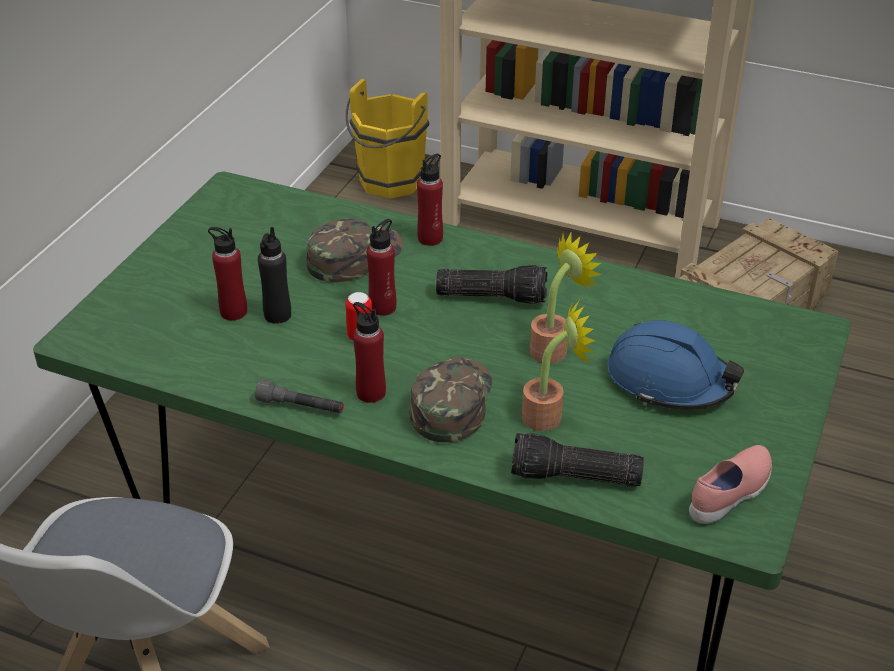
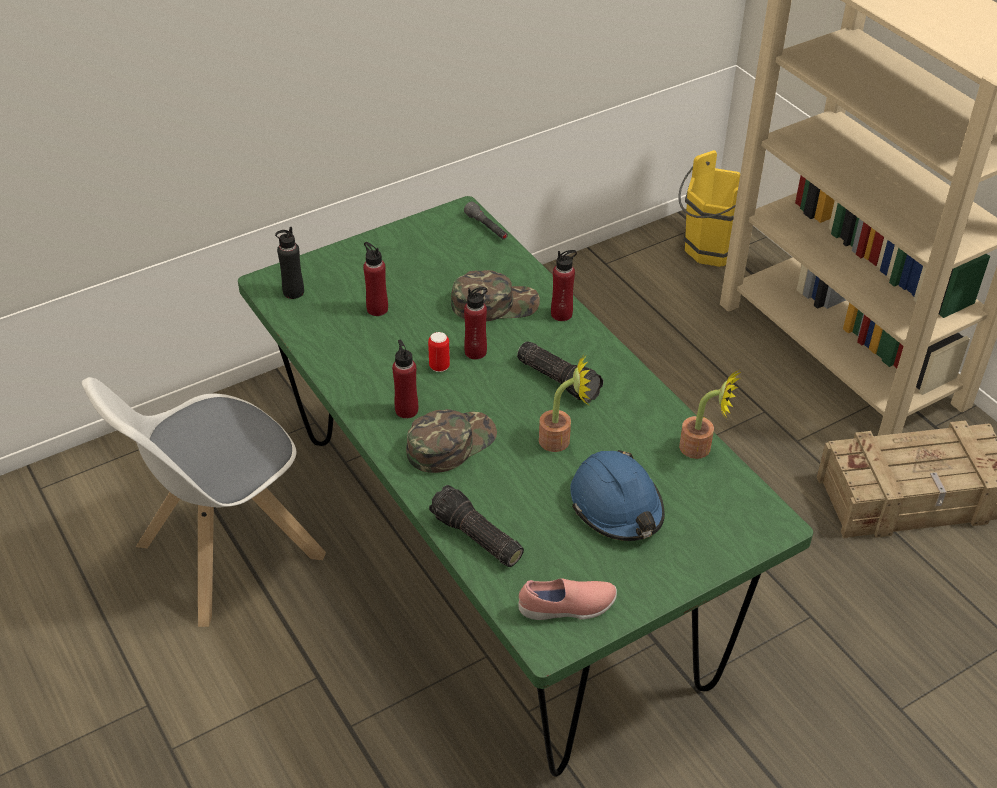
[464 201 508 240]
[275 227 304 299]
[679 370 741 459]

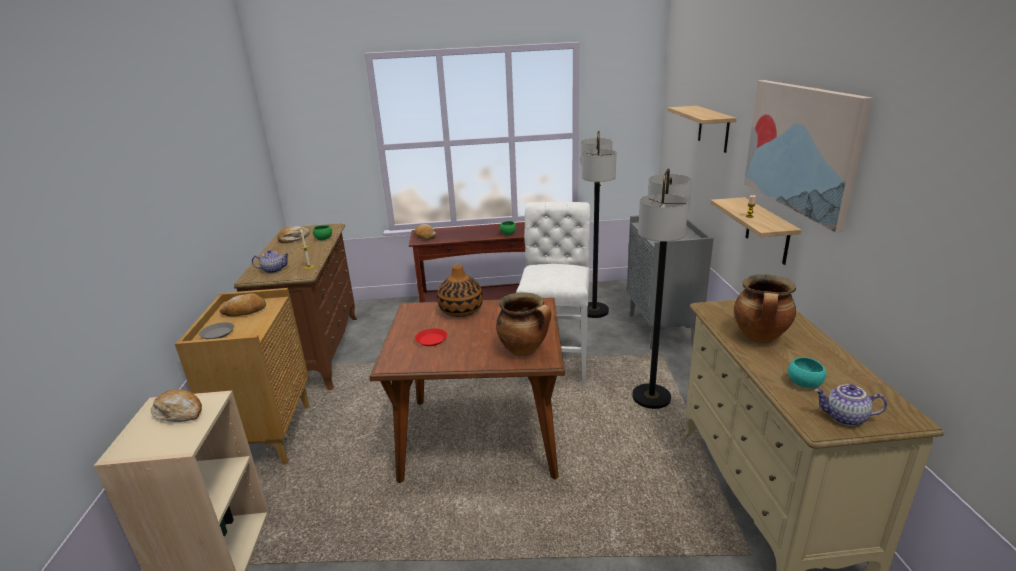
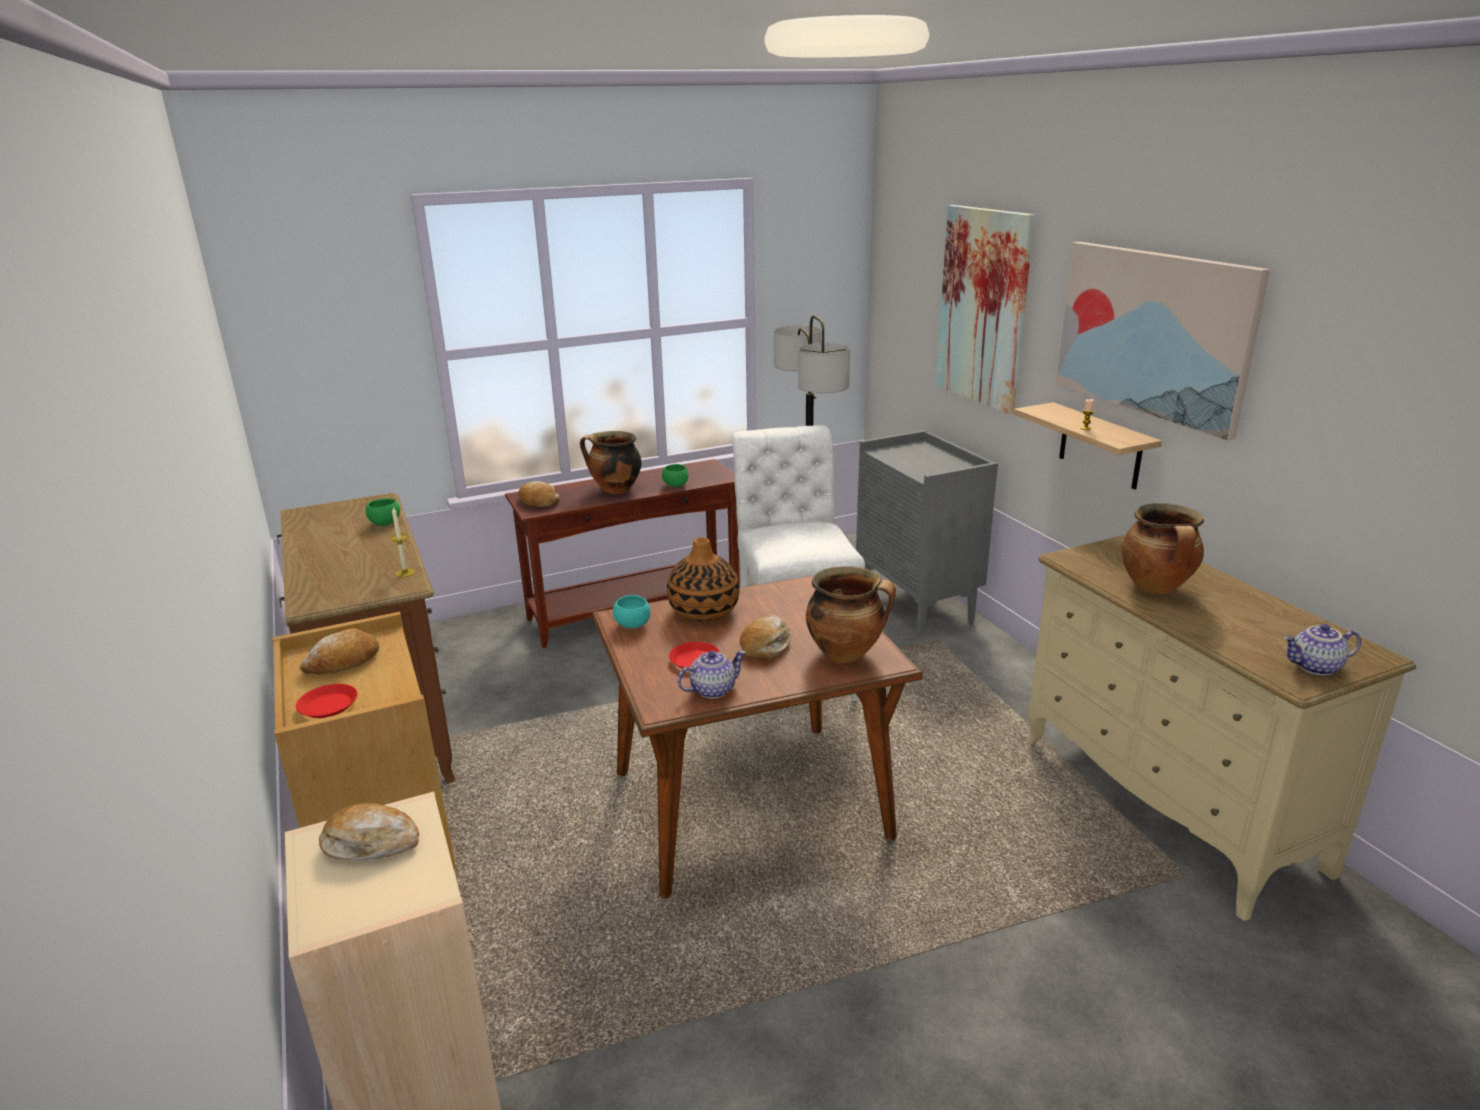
[296 684 358 718]
[677 650 746 698]
[740 615 791 660]
[632 168 692 409] (first image)
[936 205 1035 414]
[613 595 651 628]
[580 431 641 494]

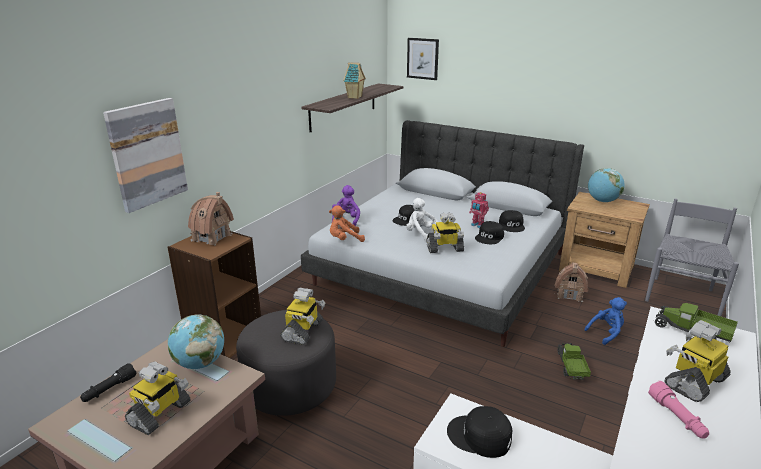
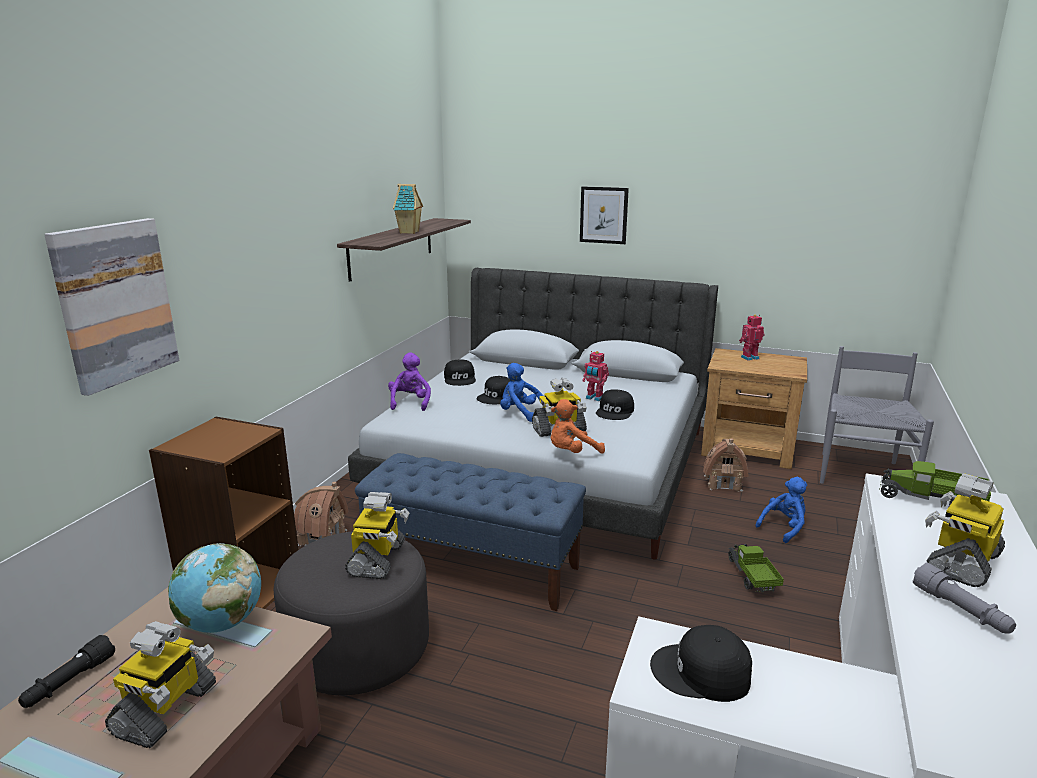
[294 482 349 546]
[550 399 605 454]
[500 363 543 422]
[580 186 629 244]
[444 360 476 386]
[739 315 764 361]
[913 563 1016 634]
[355 453 586 611]

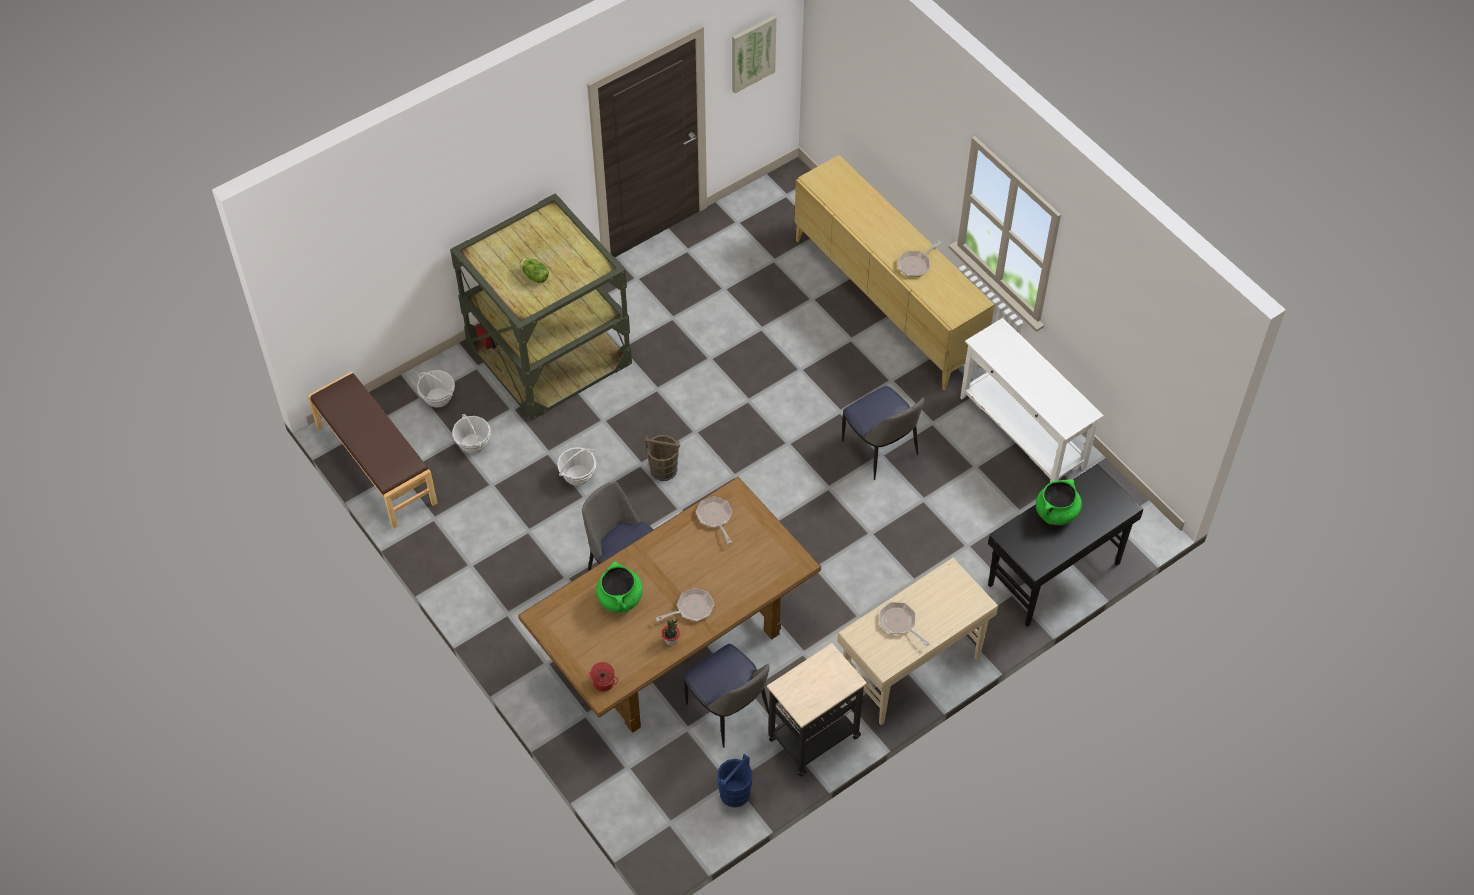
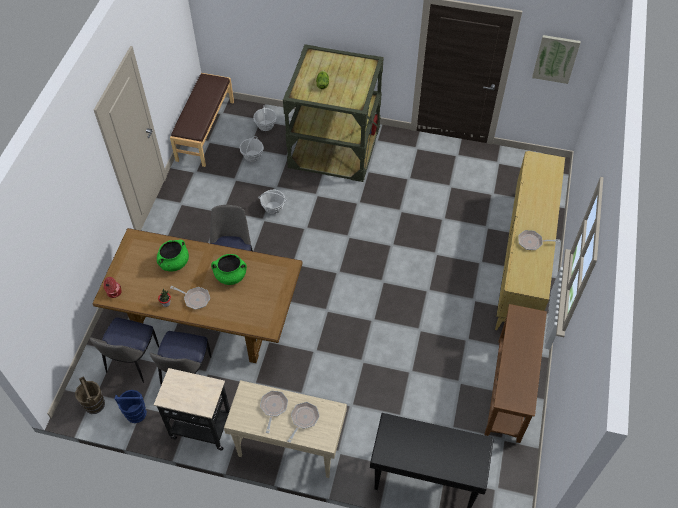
[75 376 105 414]
[288 402 320 443]
[90 317 159 383]
[484 304 547 443]
[211 254 247 285]

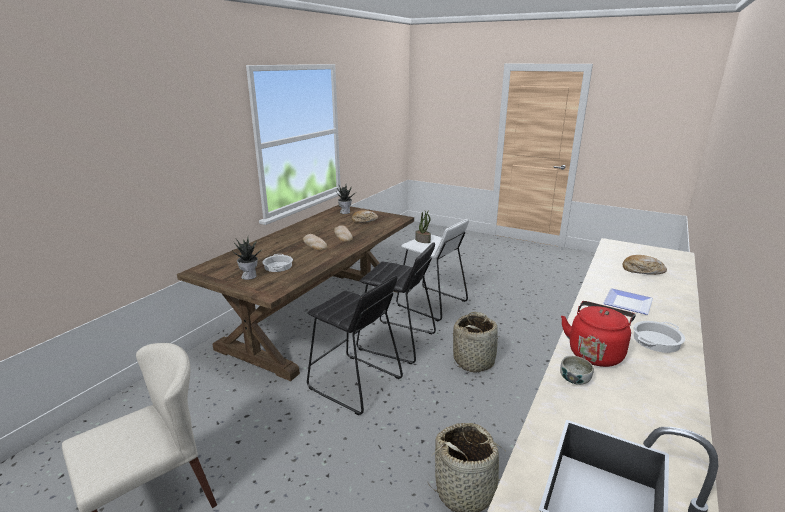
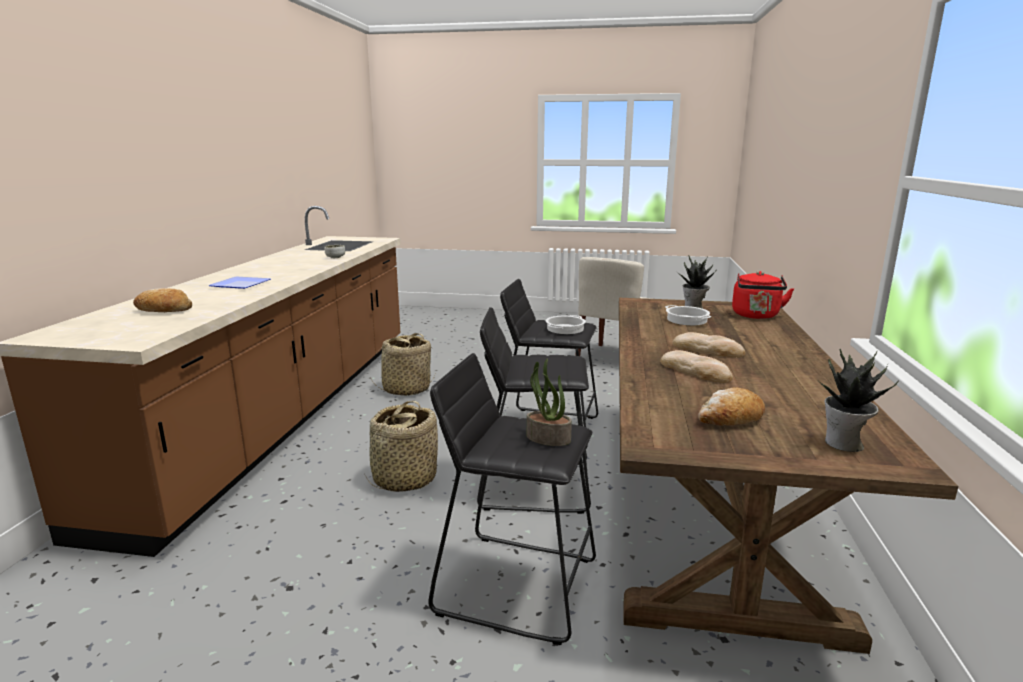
[428 353 596 645]
[732 271 794 319]
[546 315 586 334]

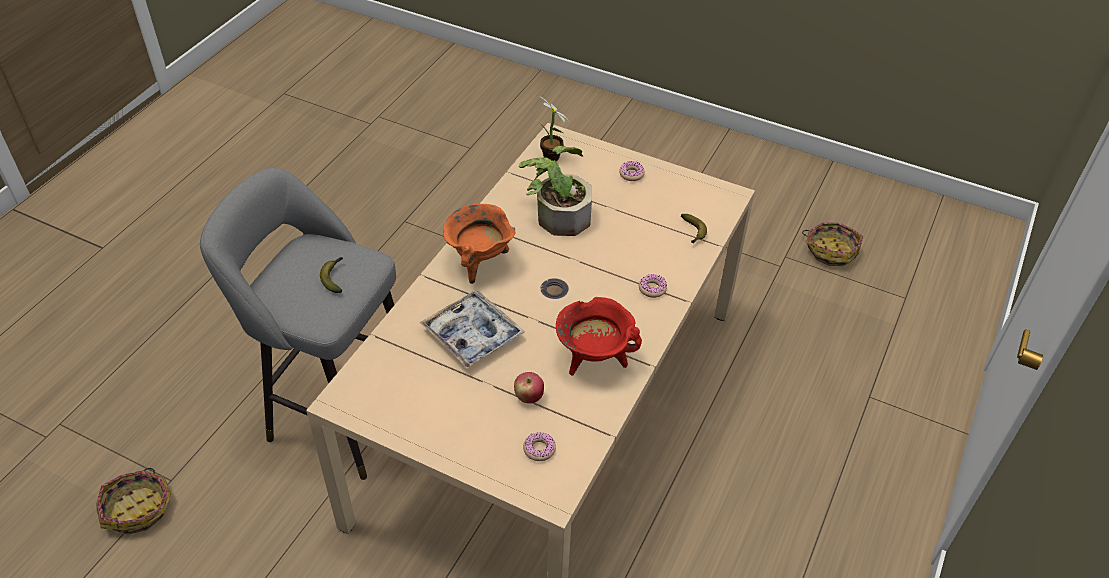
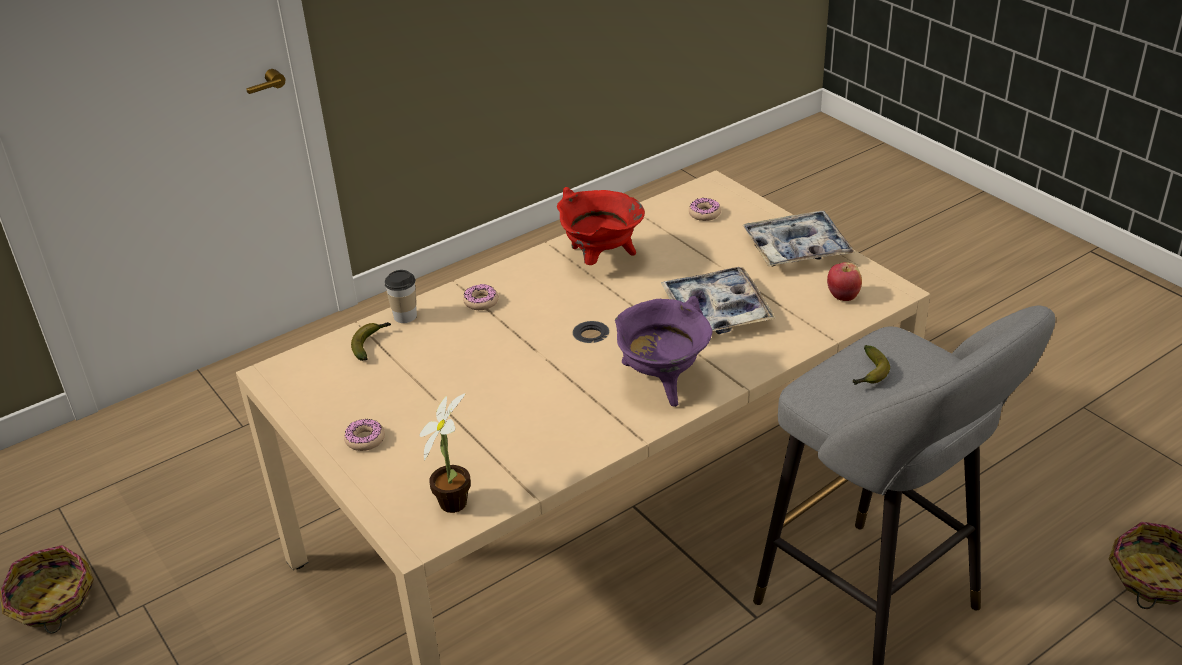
[615 296 713 407]
[827 262 862 301]
[519 146 592 236] (first image)
[385 270 417 323]
[743 211 854 267]

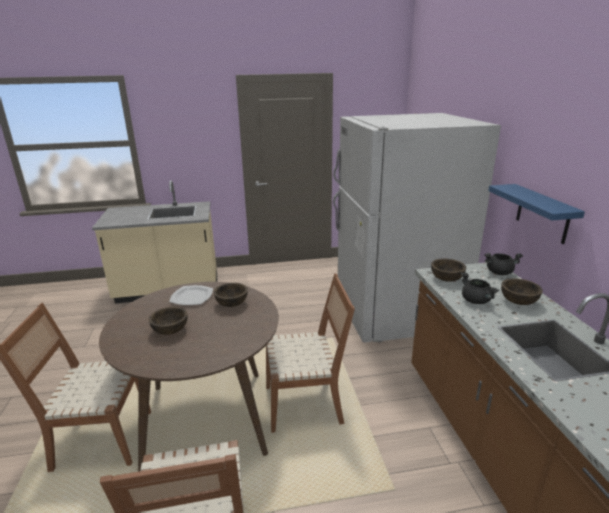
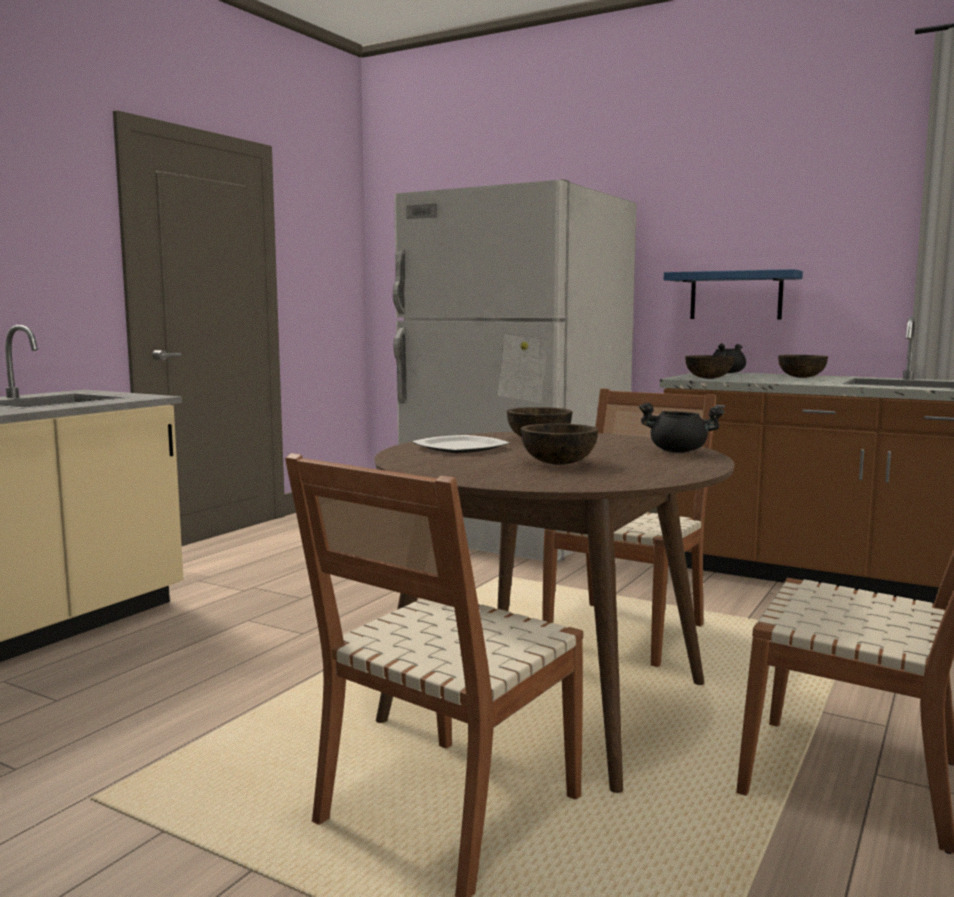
[639 403 724 453]

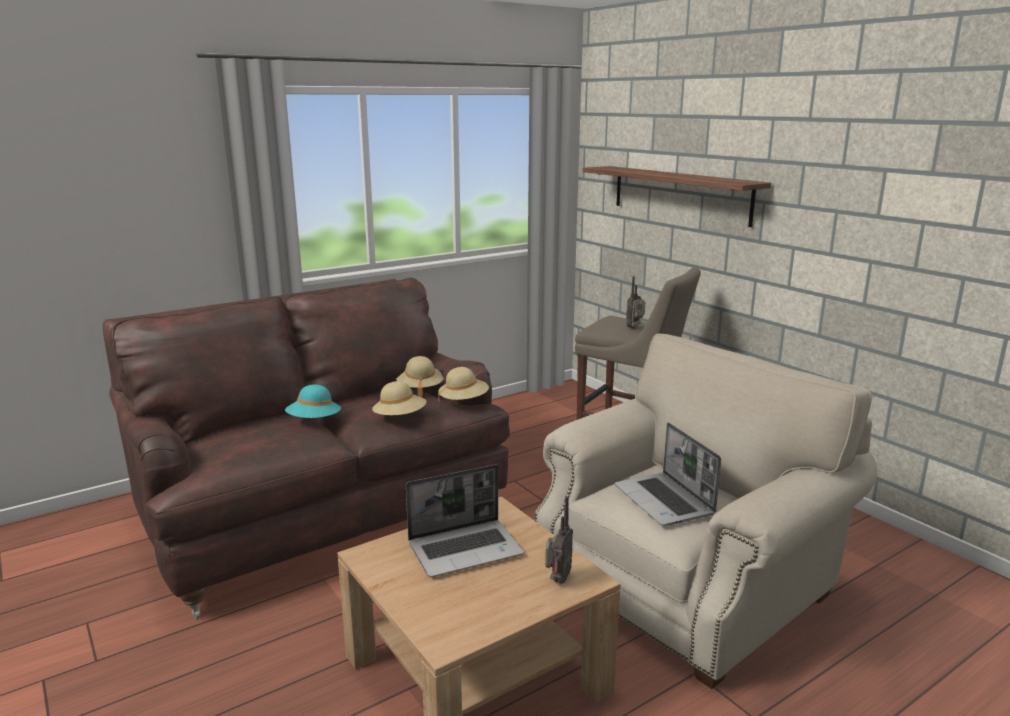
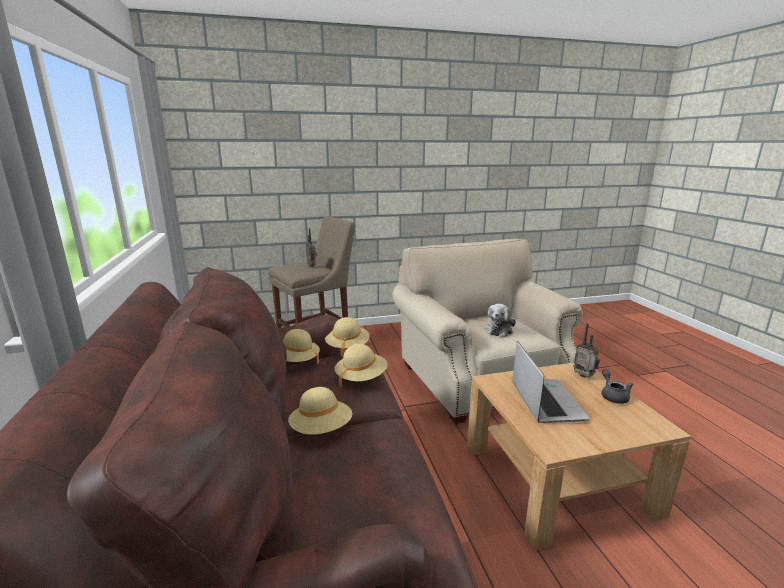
[288 387 352 435]
[583 166 771 227] (first image)
[485 304 516 337]
[602 369 633 404]

